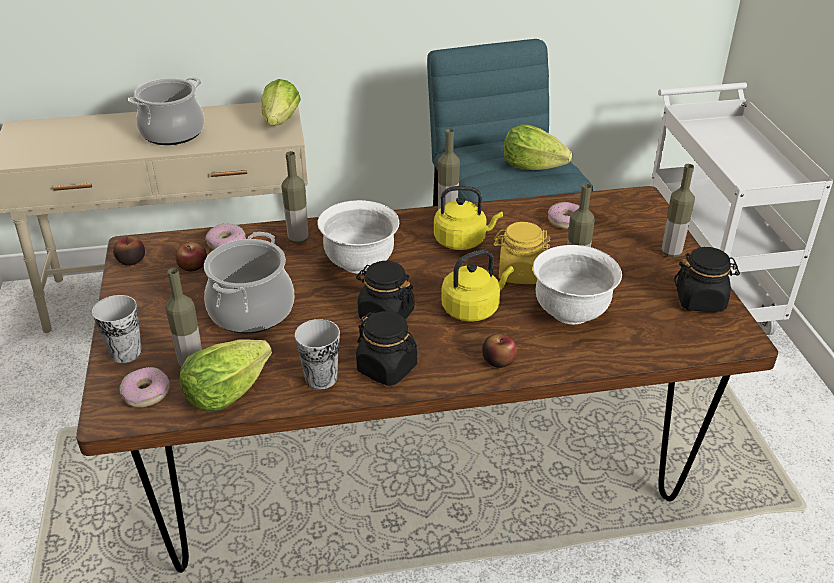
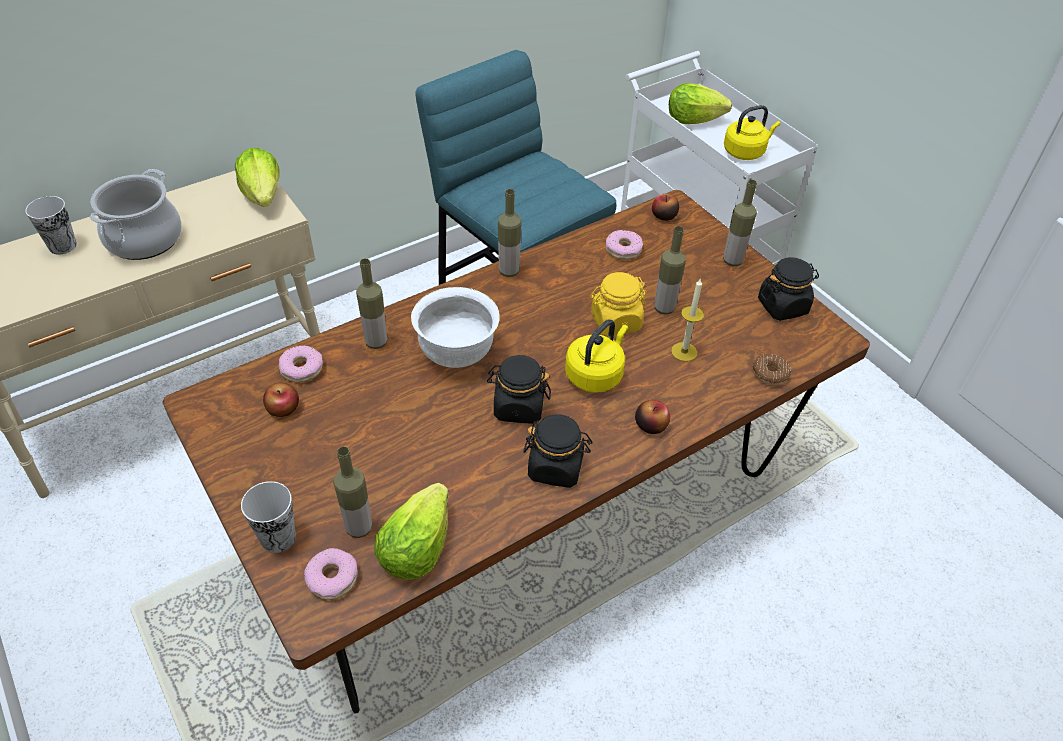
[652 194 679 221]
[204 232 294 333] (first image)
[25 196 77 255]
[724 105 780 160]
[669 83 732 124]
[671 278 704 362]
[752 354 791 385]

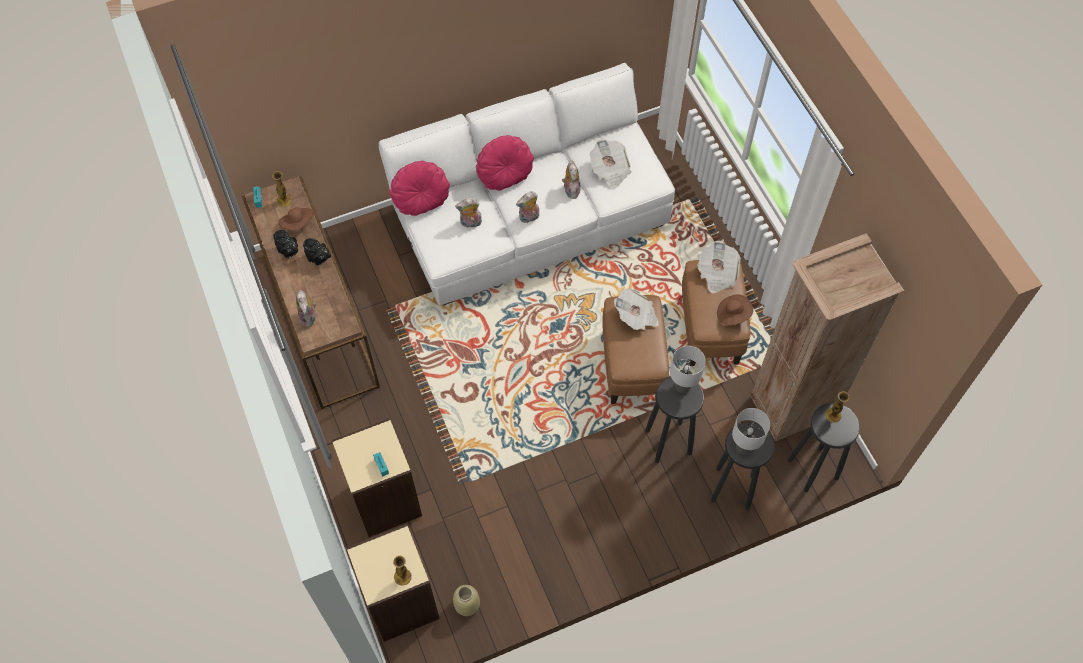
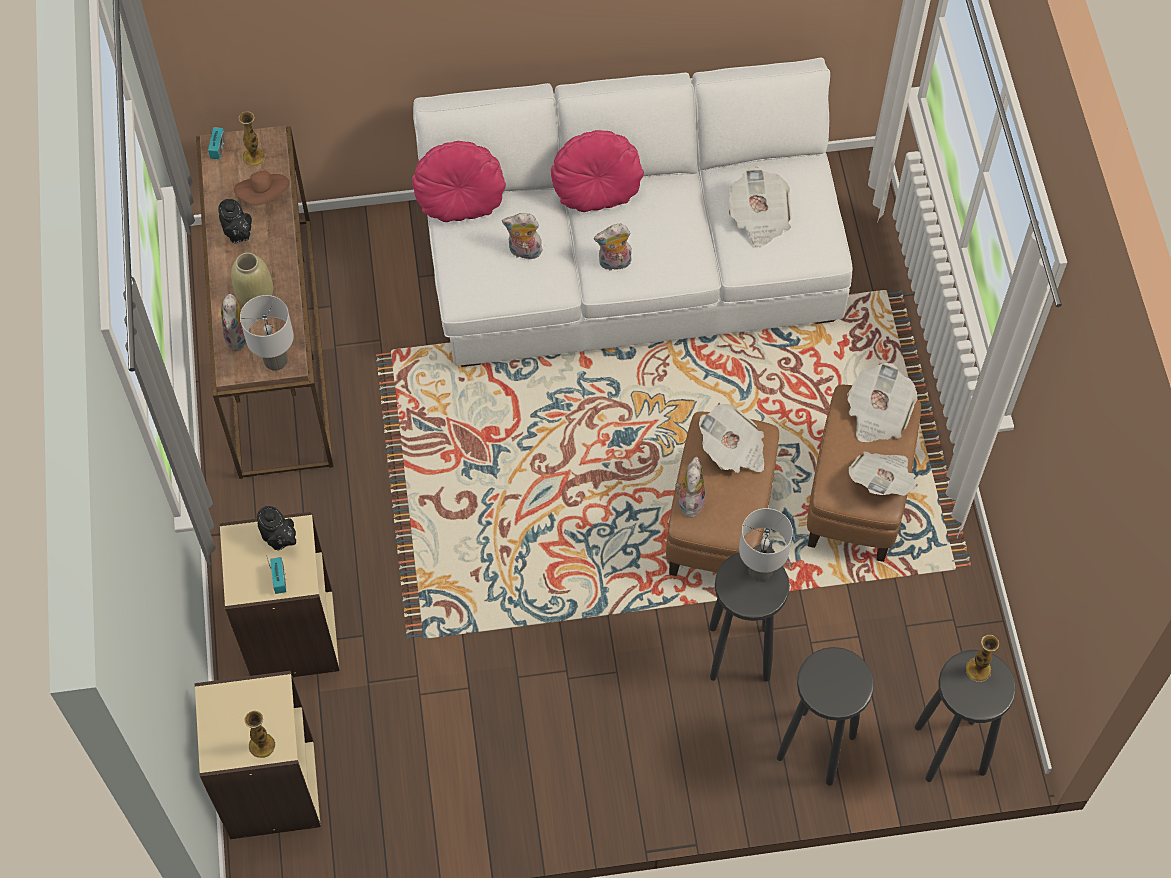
[257 506 296 550]
[231 253 273 305]
[675 456 705 520]
[848 451 918 496]
[240 295 294 371]
[751 234 904 441] (first image)

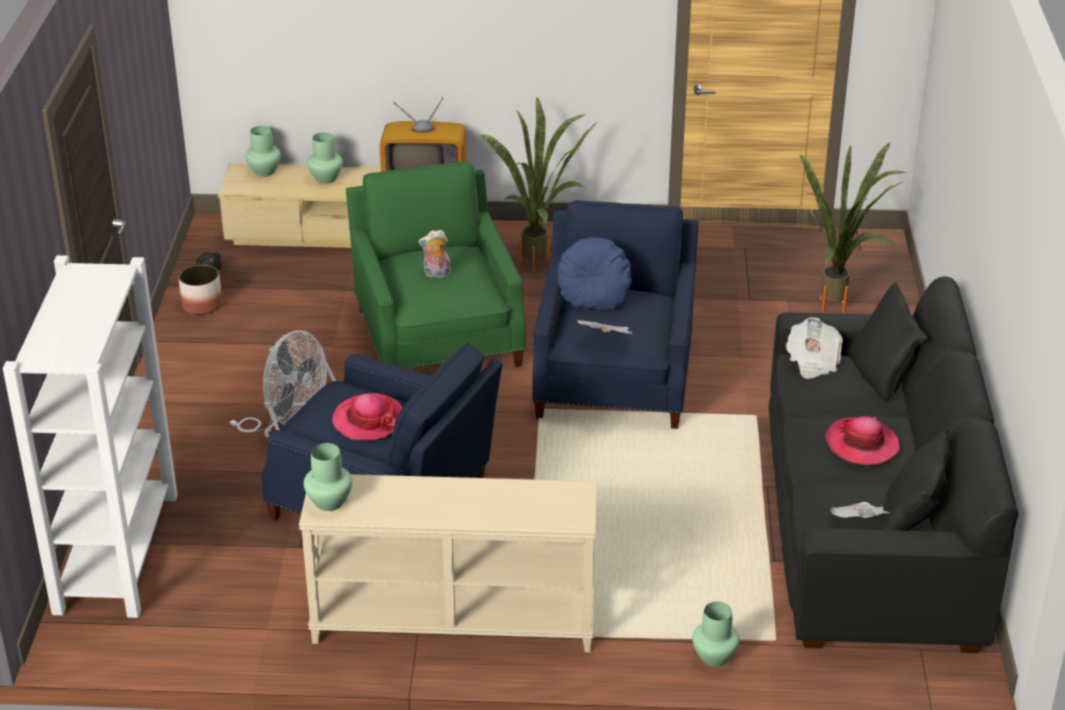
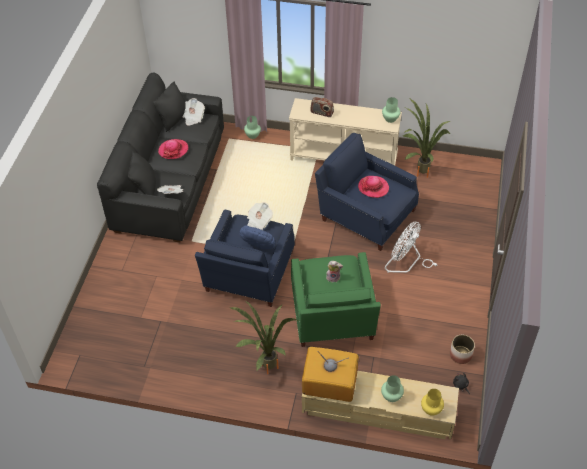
[3 255 178 618] (first image)
[421 389 444 416]
[403 99 450 178]
[310 97 334 117]

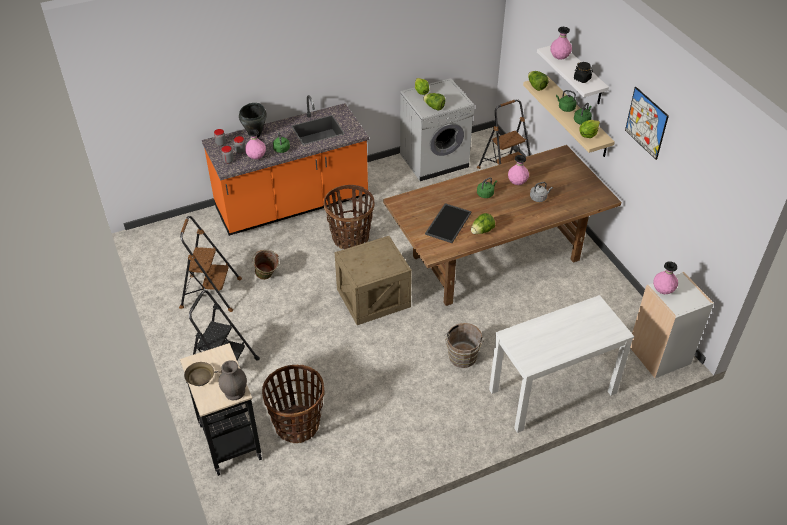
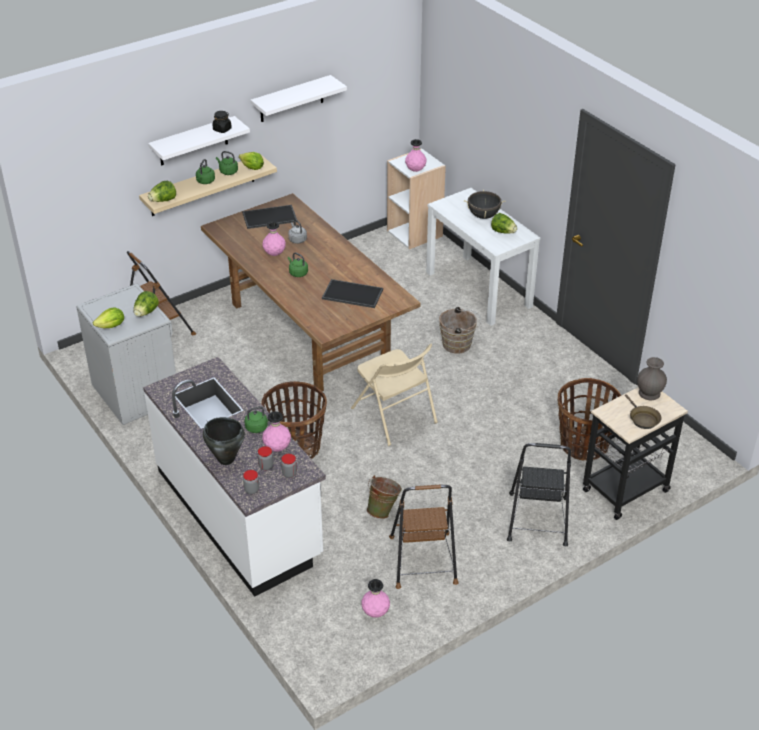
[143 357 326 597]
[351 344 438 446]
[491 213 517 234]
[361 579 390 618]
[250 75 347 122]
[242 205 297 229]
[464 189 506 219]

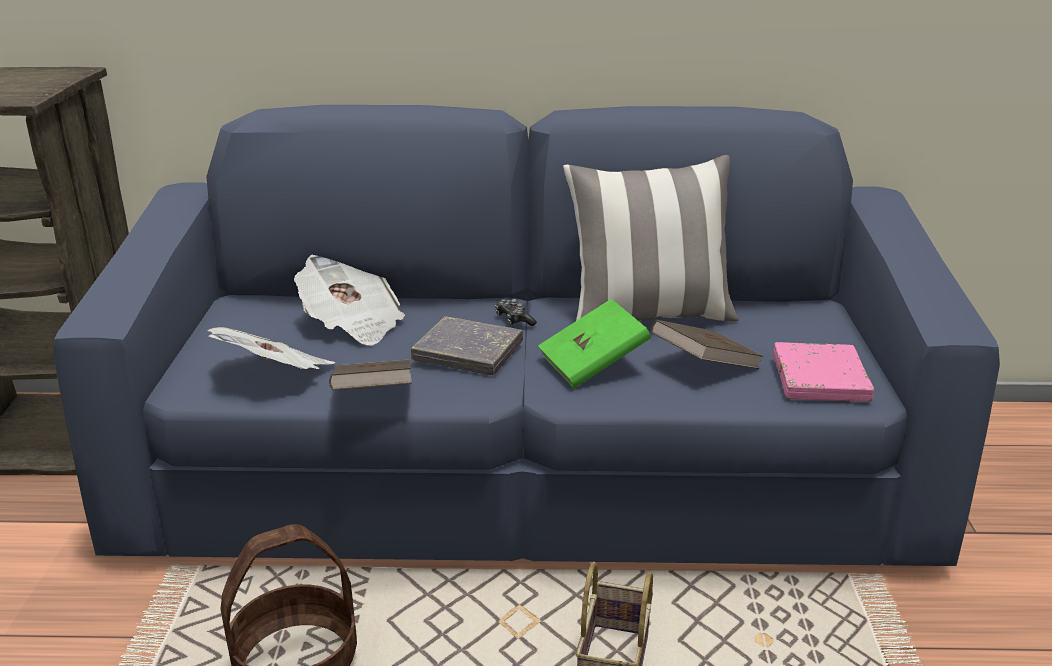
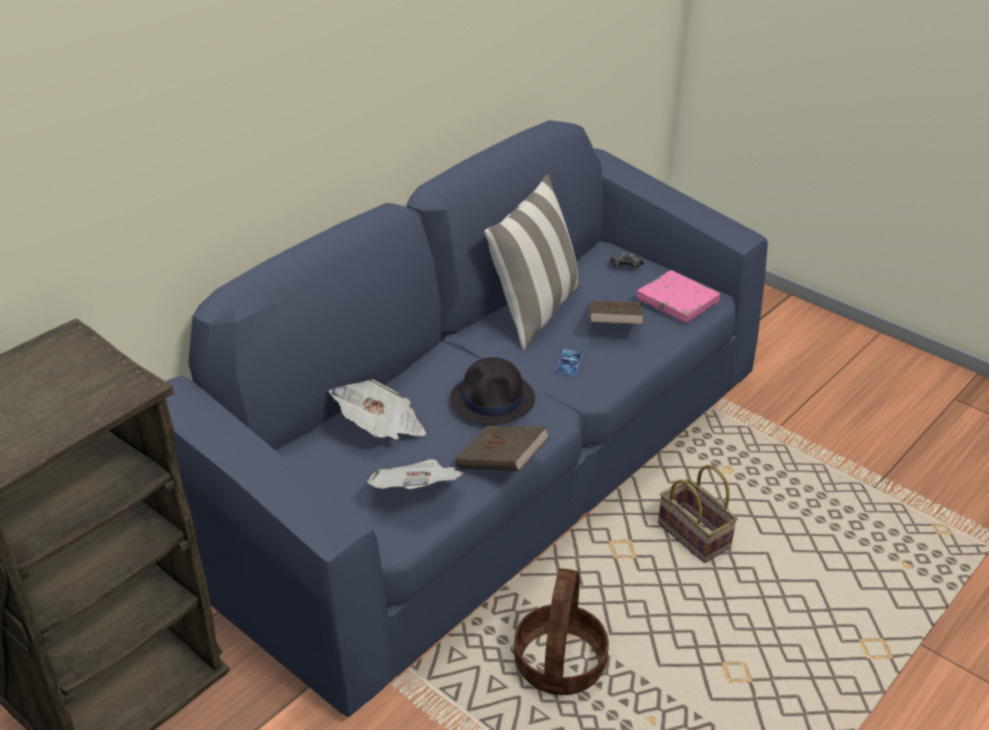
[450 357 535 425]
[610 252 644 270]
[556 349 582 375]

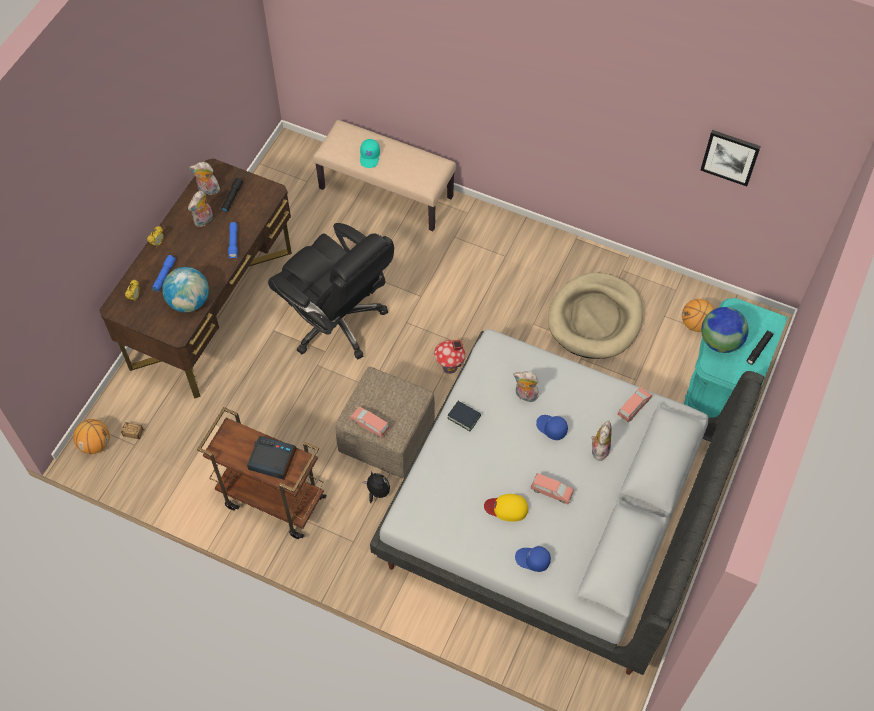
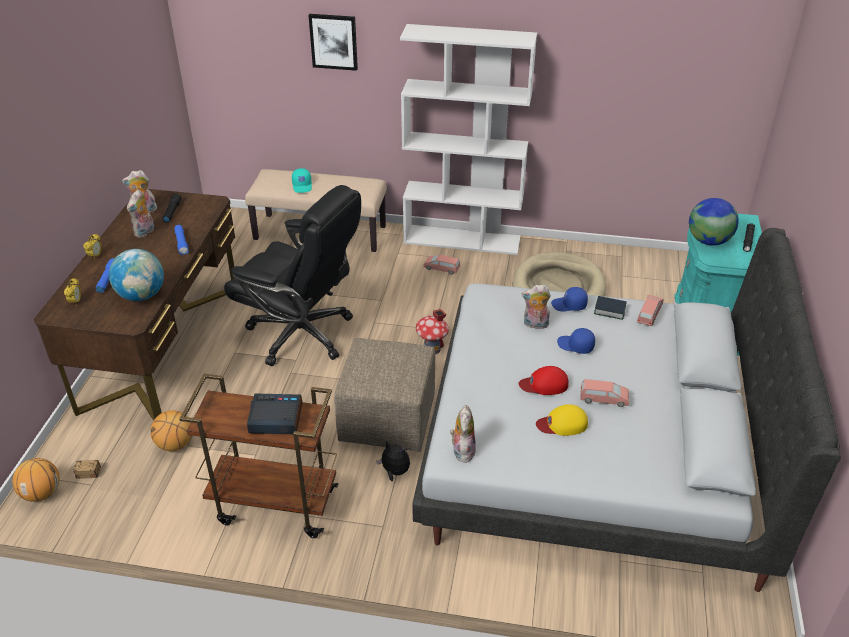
[423 255 460 275]
[594 296 627 320]
[551 287 588 312]
[450 405 476 463]
[150 410 192 451]
[308 14 358 71]
[400 24 537 255]
[519 366 569 395]

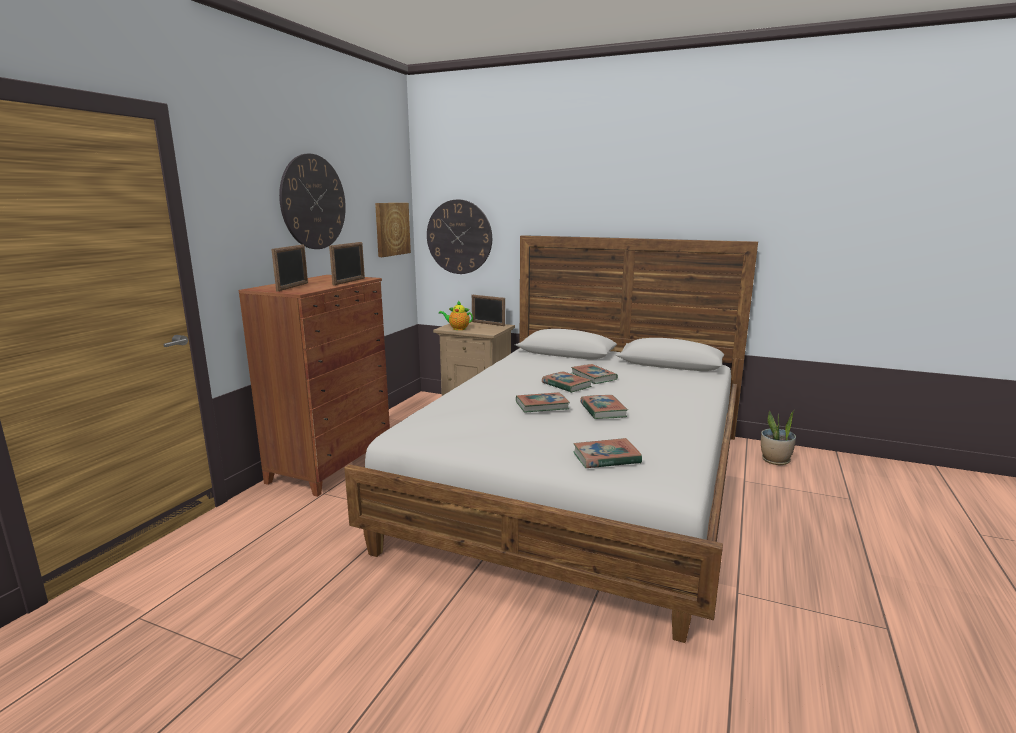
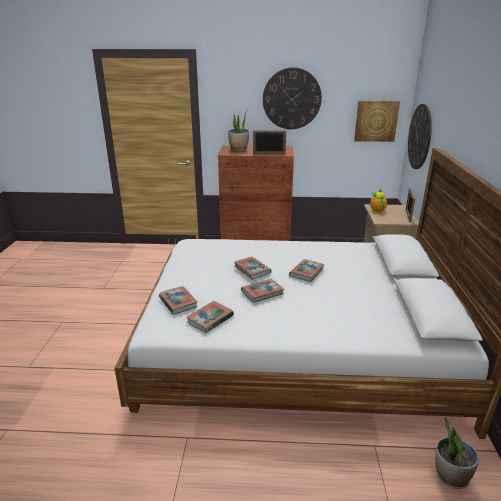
[228 111 249 152]
[186 301 234 333]

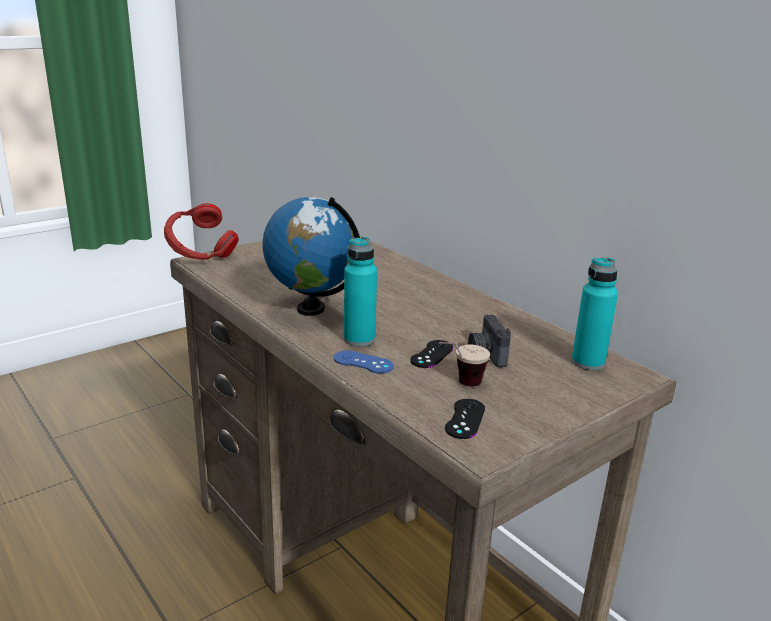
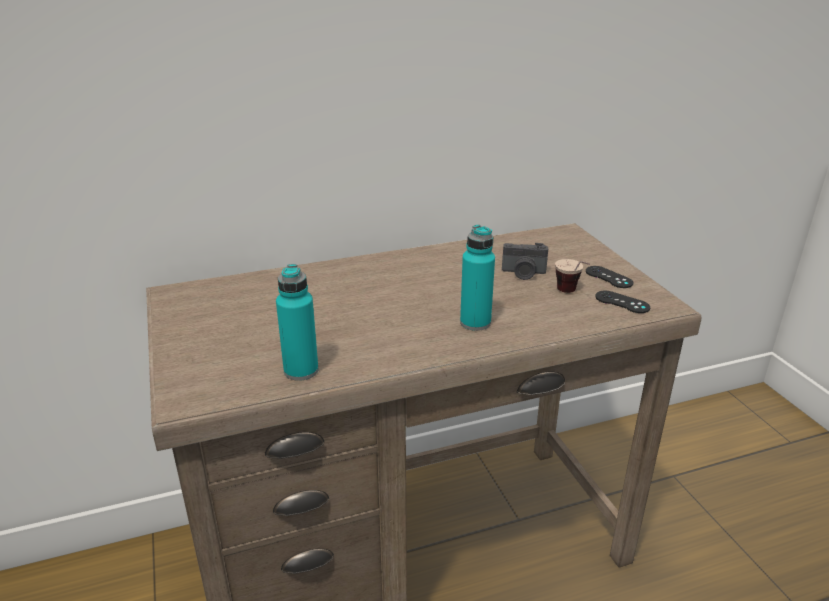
[164 203 239 260] (first image)
[262 197 360 316] (first image)
[334 350 394 373] (first image)
[586 266 633 288]
[276 264 318 381]

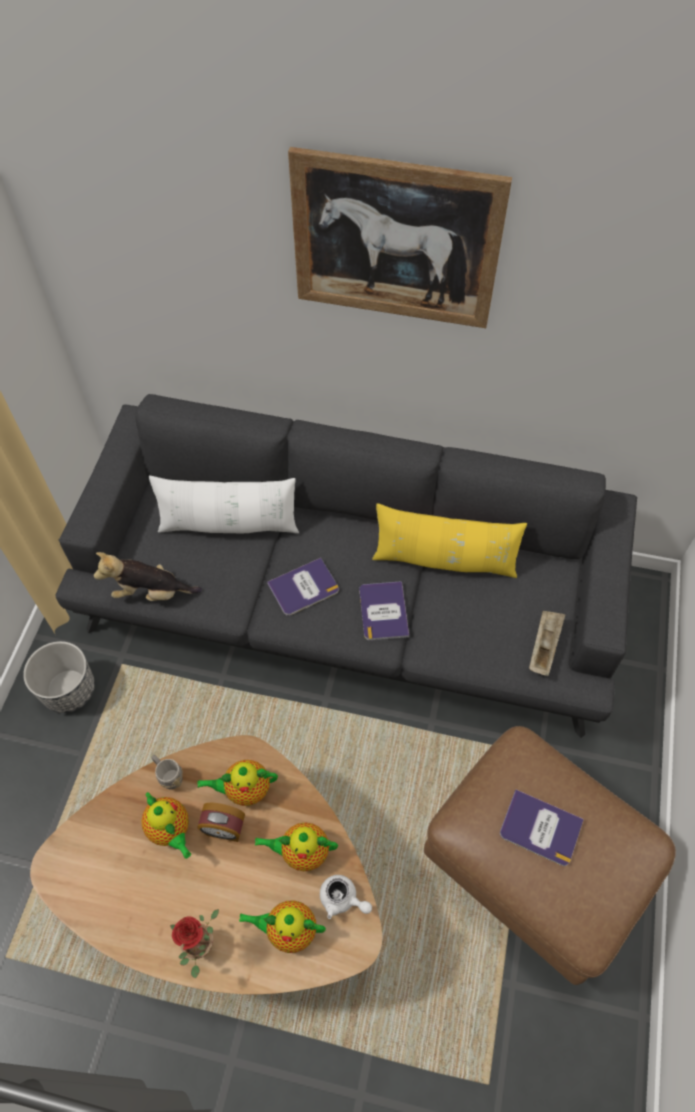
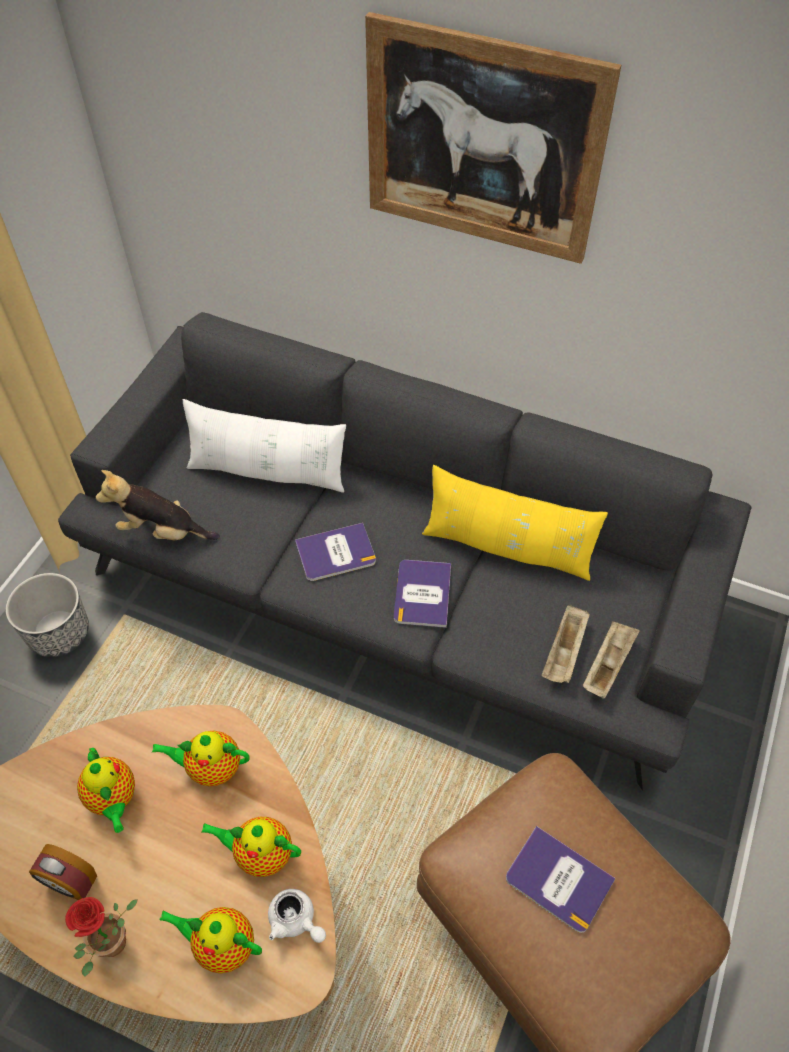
[151 755 183 789] (first image)
[29 844 97 900]
[542 605 590 683]

